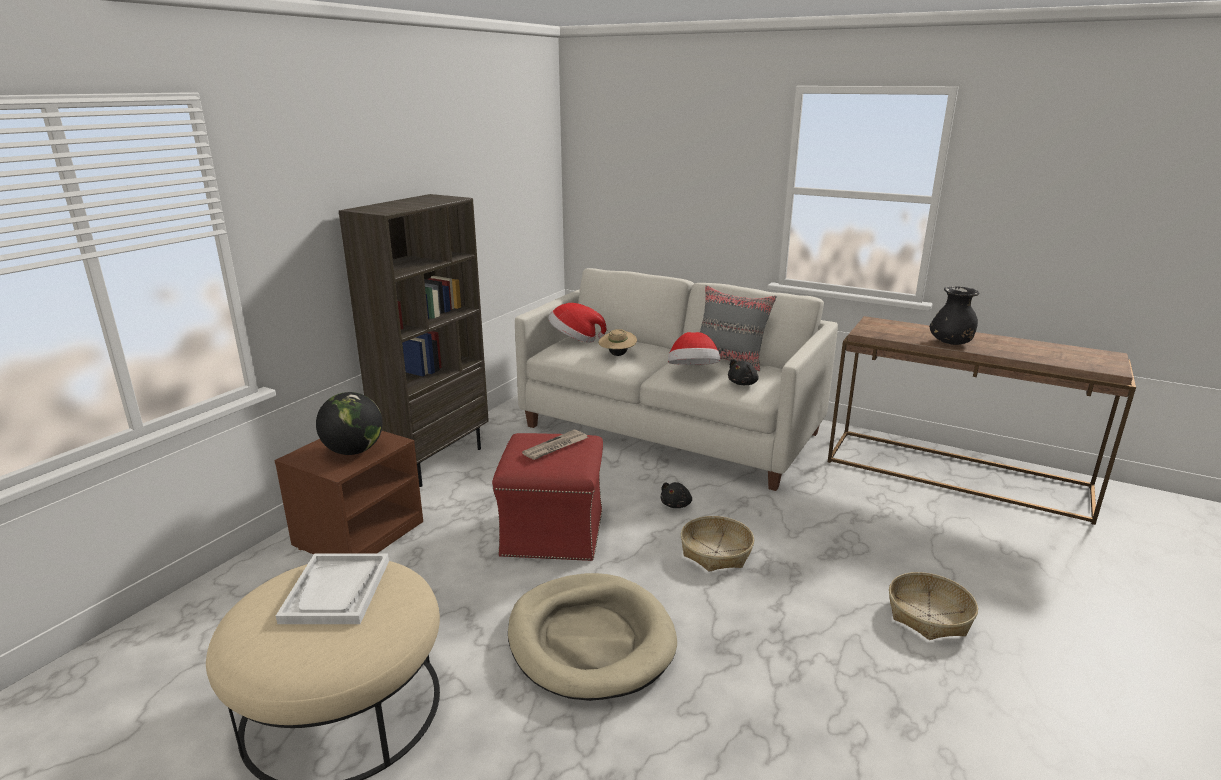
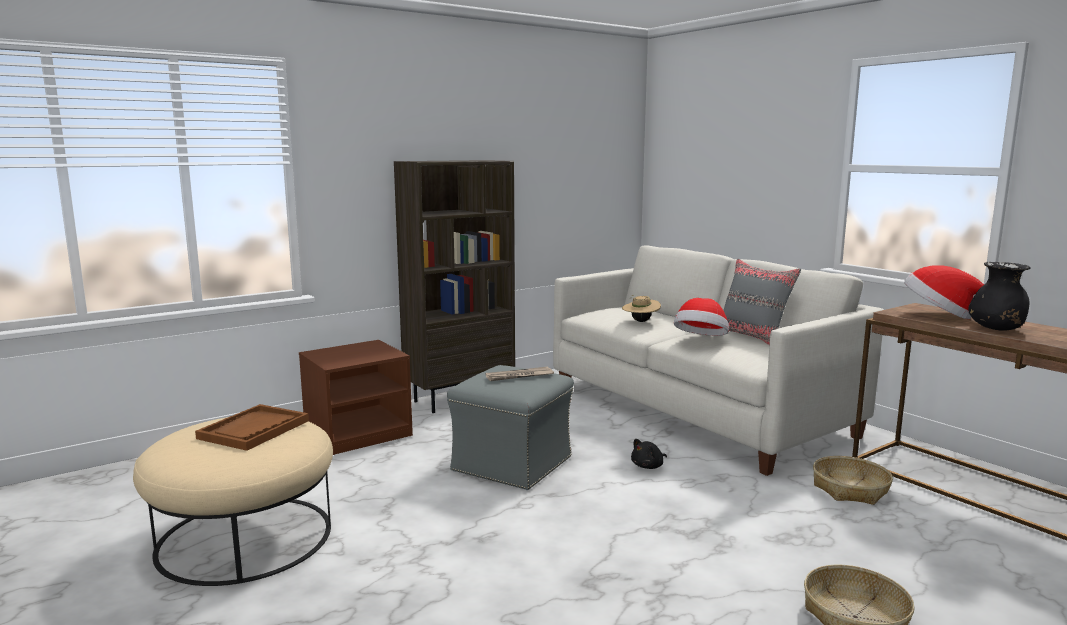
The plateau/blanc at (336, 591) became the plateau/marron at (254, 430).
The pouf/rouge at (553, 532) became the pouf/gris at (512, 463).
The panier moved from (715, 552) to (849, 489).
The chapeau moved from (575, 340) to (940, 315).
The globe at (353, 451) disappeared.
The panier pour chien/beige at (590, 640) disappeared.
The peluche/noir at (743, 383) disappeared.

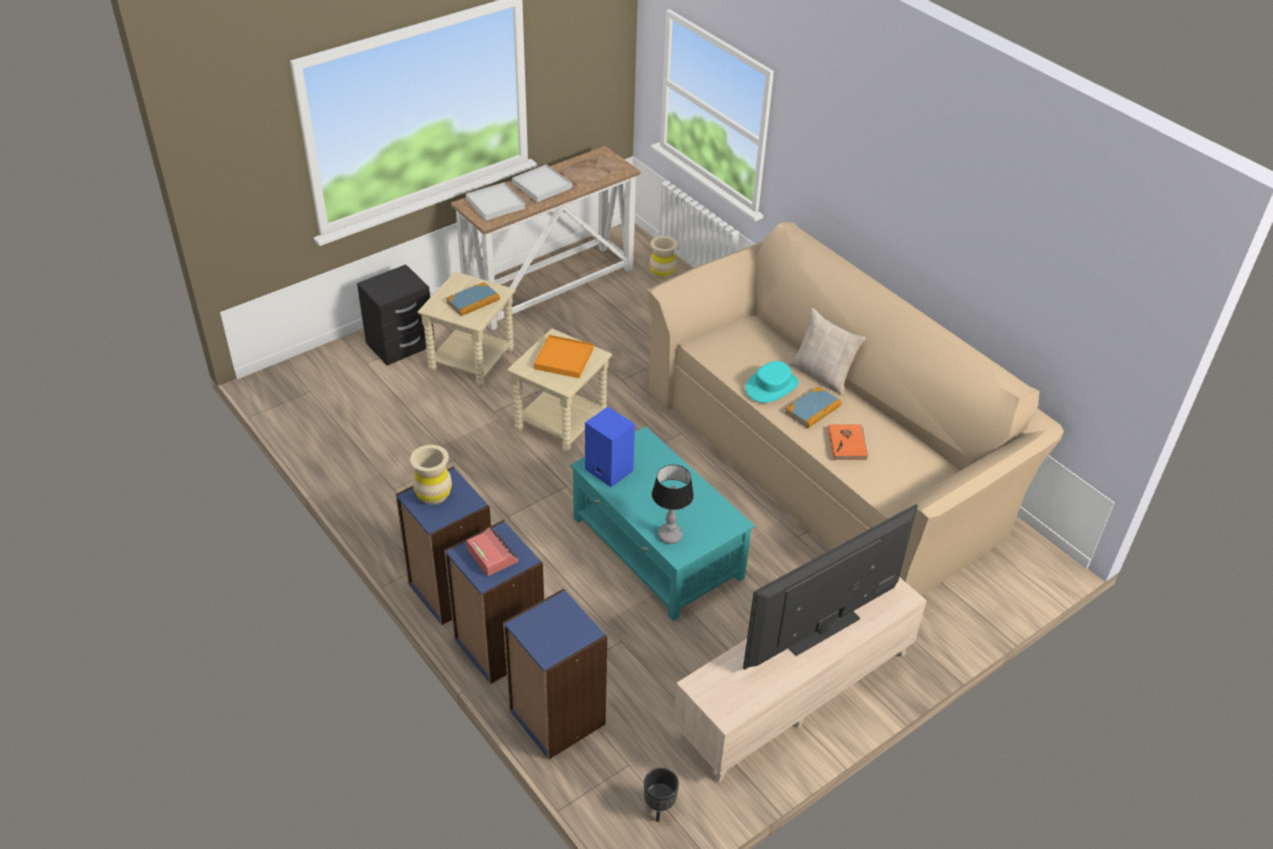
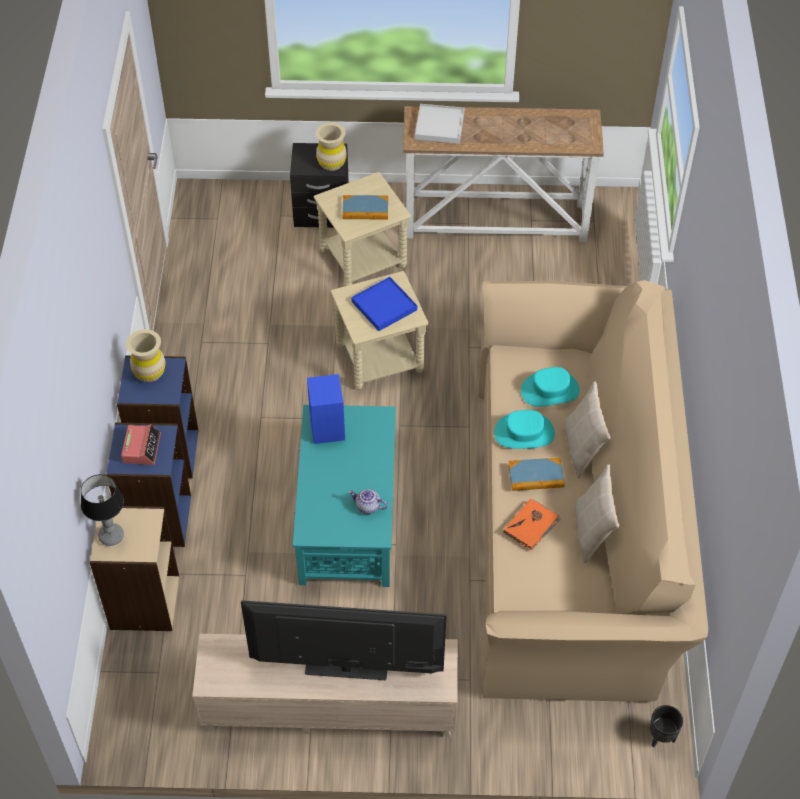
The lampe de table moved from (669, 536) to (110, 536).
The bibliothèque/bleu at (556, 717) became the bibliothèque/beige at (144, 602).
The vase/beige moved from (662, 274) to (331, 163).
The théière at (367, 507) appeared.
The plateau/orange at (564, 359) became the plateau/bleu at (384, 306).
The chapeau/turquoise at (550, 390) appeared.
The coussin/beige at (592, 532) appeared.
The cache-pot/noir moved from (659, 808) to (661, 738).
The plateau/blanc at (542, 185) disappeared.

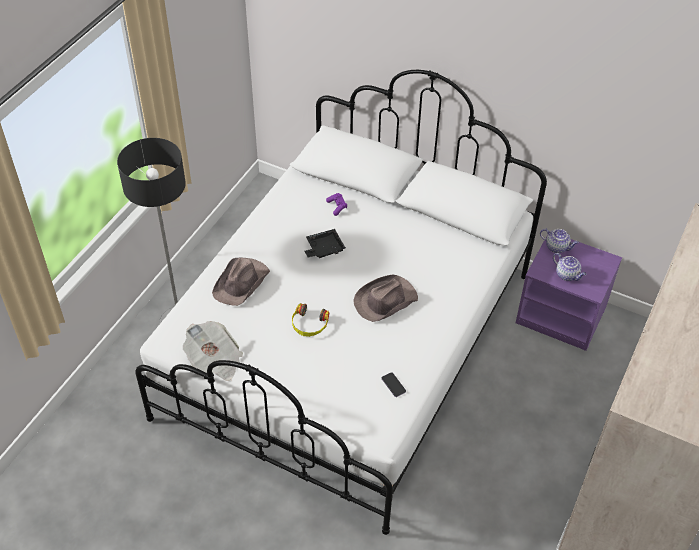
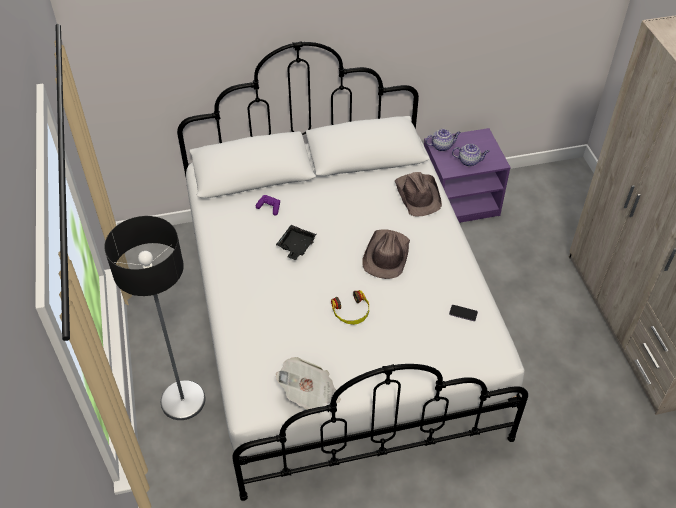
The chapeau/marron moved from (242, 282) to (418, 195).

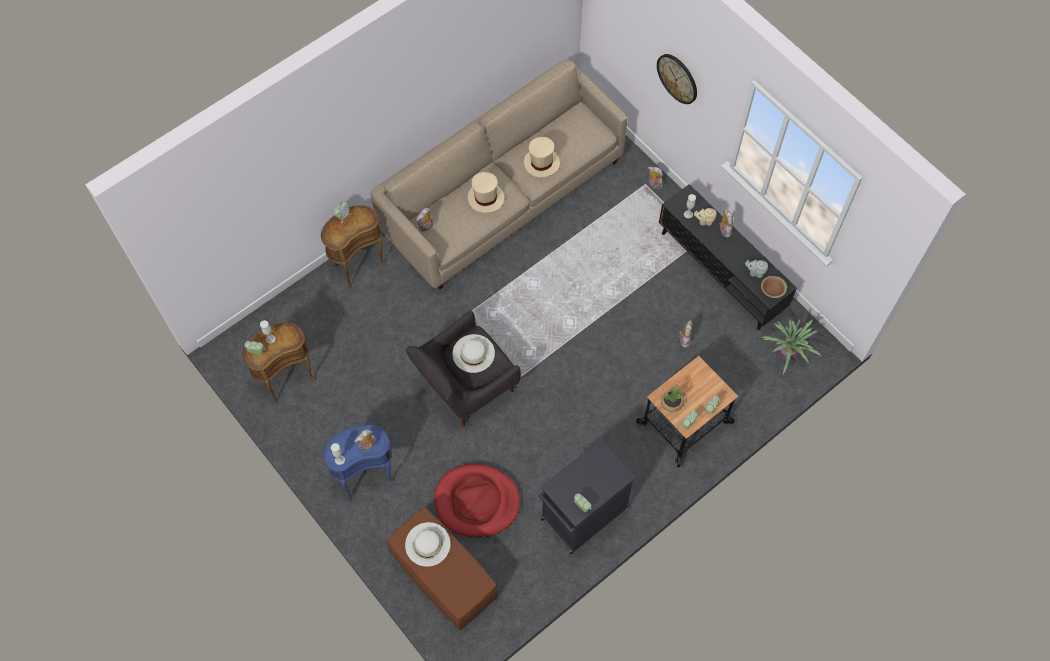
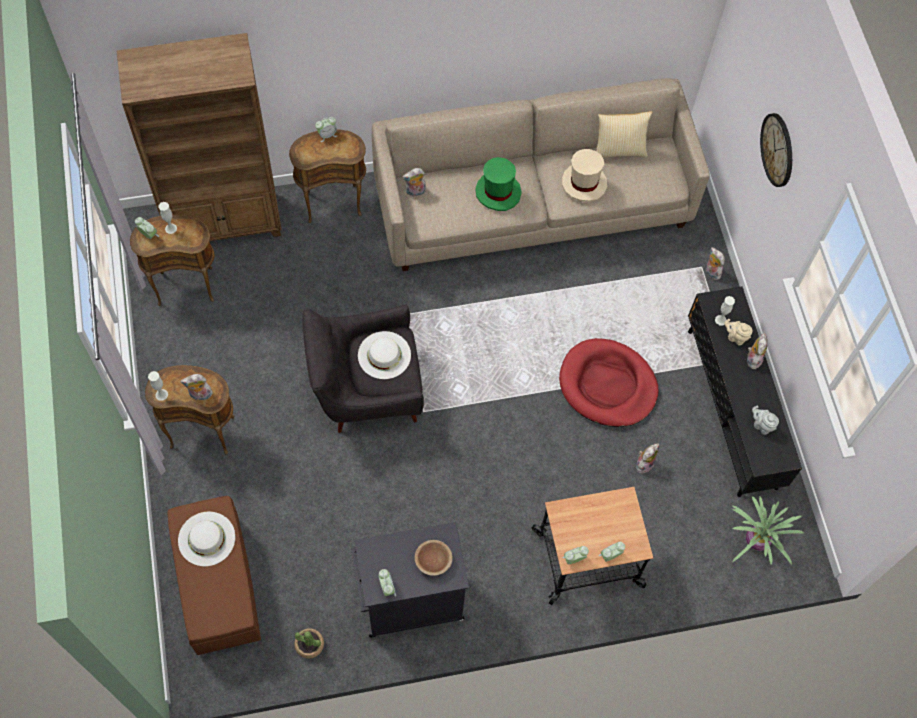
The bibliothèque/marron at (225, 222) appeared.
The table d'appoint/bleu at (365, 475) became the table d'appoint/marron at (203, 430).
The plante en pot moved from (671, 402) to (309, 645).
The bol/marron moved from (772, 290) to (433, 560).
The chapeau/beige at (485, 198) became the chapeau/vert at (498, 192).
The panier pour chien/rouge moved from (477, 502) to (607, 385).
The coussin at (619, 150) appeared.

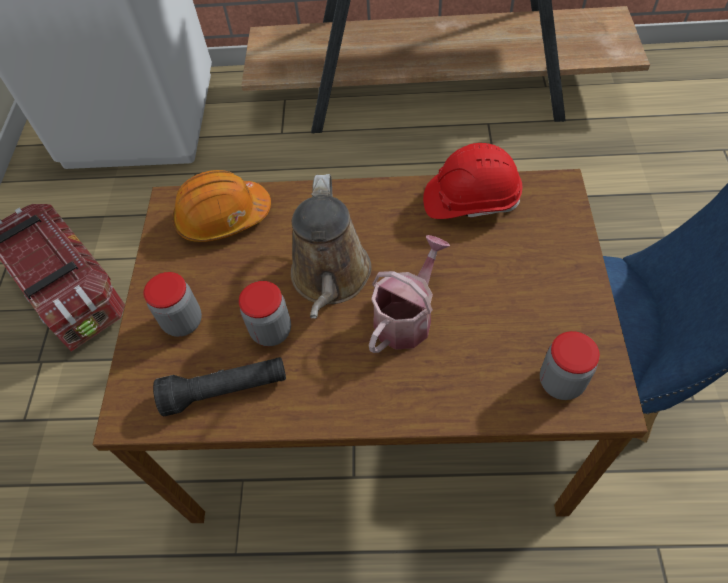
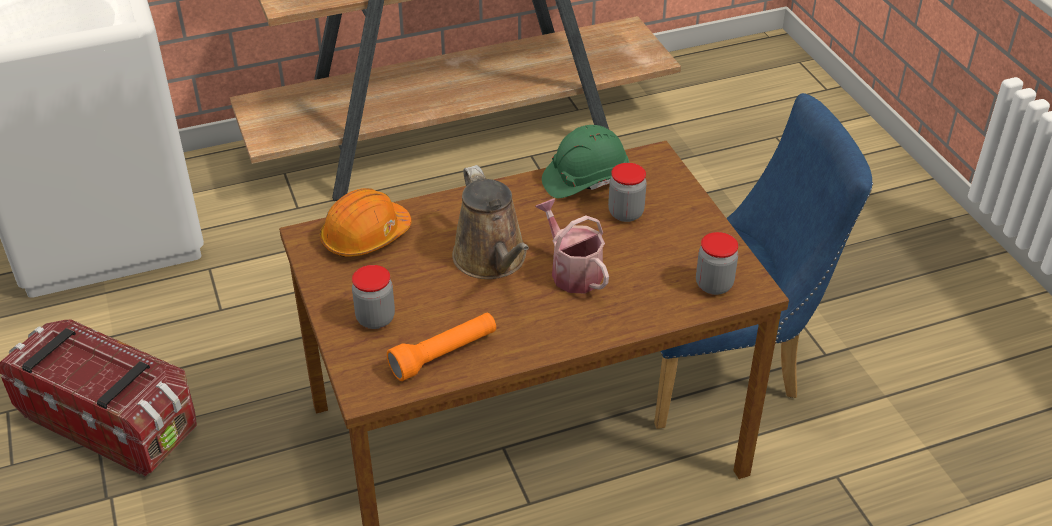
The lampe de poche/noir at (226, 390) became the lampe de poche/orange at (444, 355).
The arrosoir at (407, 317) turned 45 degrees counterclockwise.
The casque de chantier/rouge at (470, 200) became the casque de chantier/vert at (585, 180).
The bocal moved from (271, 331) to (625, 213).

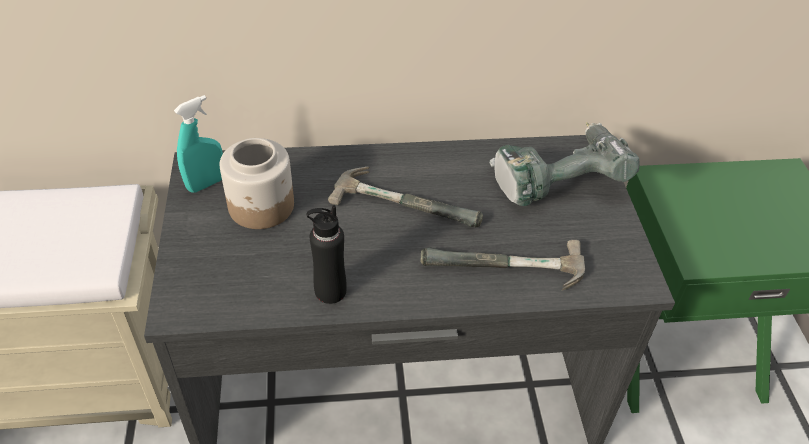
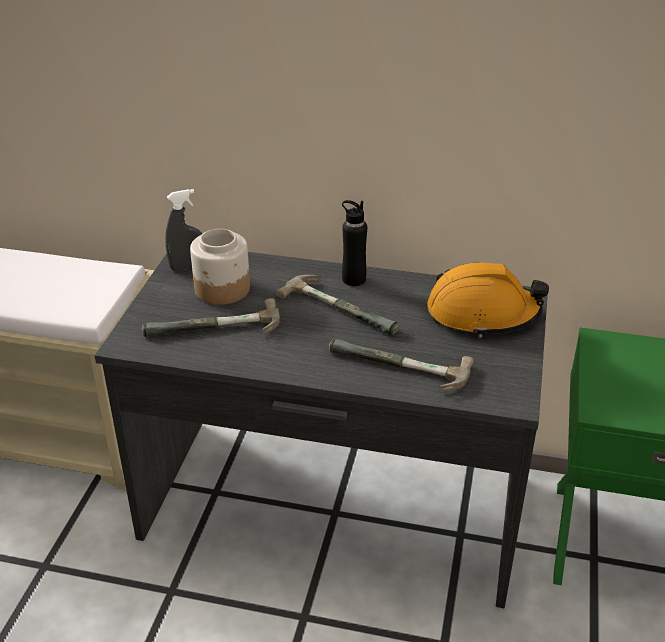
The marteau at (214, 330) appeared.
The vaporisateur/turquoise at (206, 184) became the vaporisateur/gris at (187, 267).
The bouteille/noir moved from (330, 291) to (353, 279).
The perceuse at (556, 179) was replaced by the casque de chantier/orange at (482, 314).

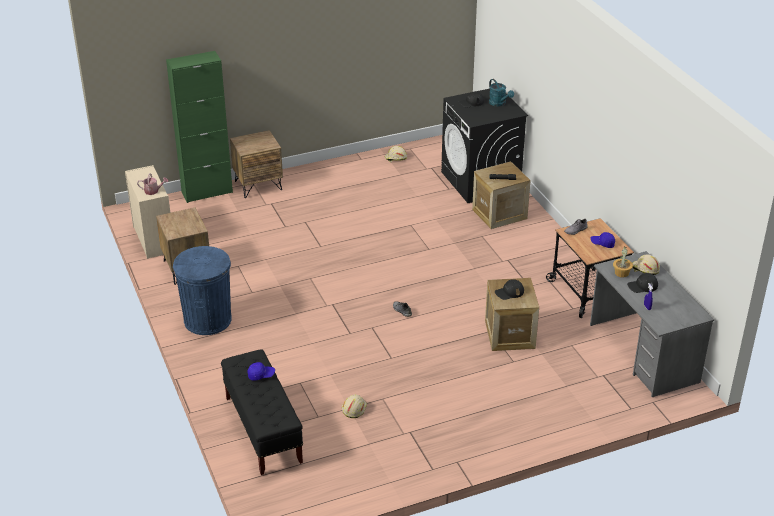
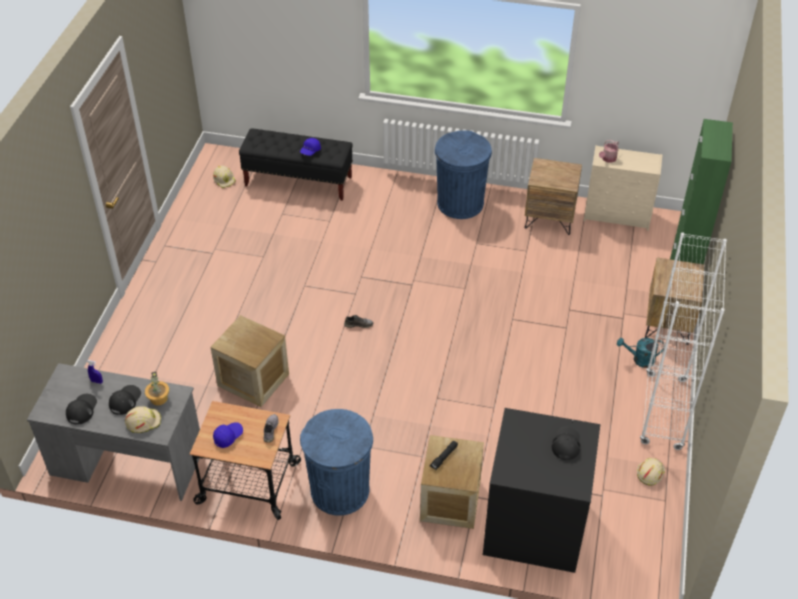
The casquette/noir moved from (509, 292) to (81, 409).
The casque de chantier/beige moved from (354, 408) to (225, 180).
The poubelle/bleu at (340, 490) appeared.
The arrosoir/turquoise moved from (499, 104) to (639, 359).
The bibliothèque/blanc at (663, 412) appeared.

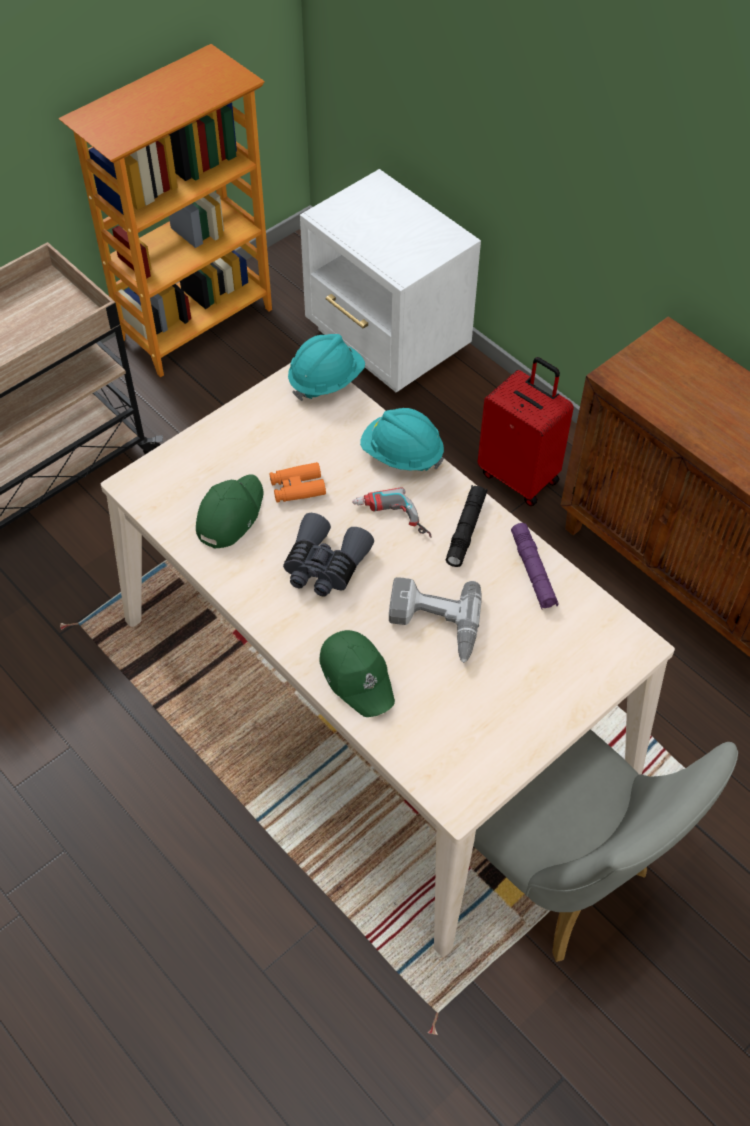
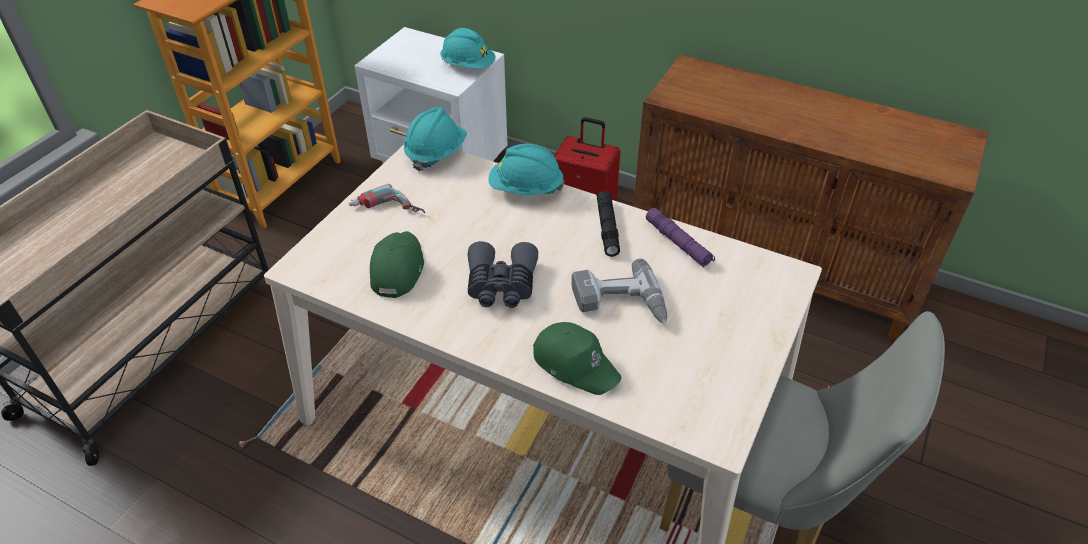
The perceuse moved from (390, 521) to (386, 211).
The casque de chantier/turquoise at (468, 66) appeared.
The jumelles/orange at (297, 487) disappeared.

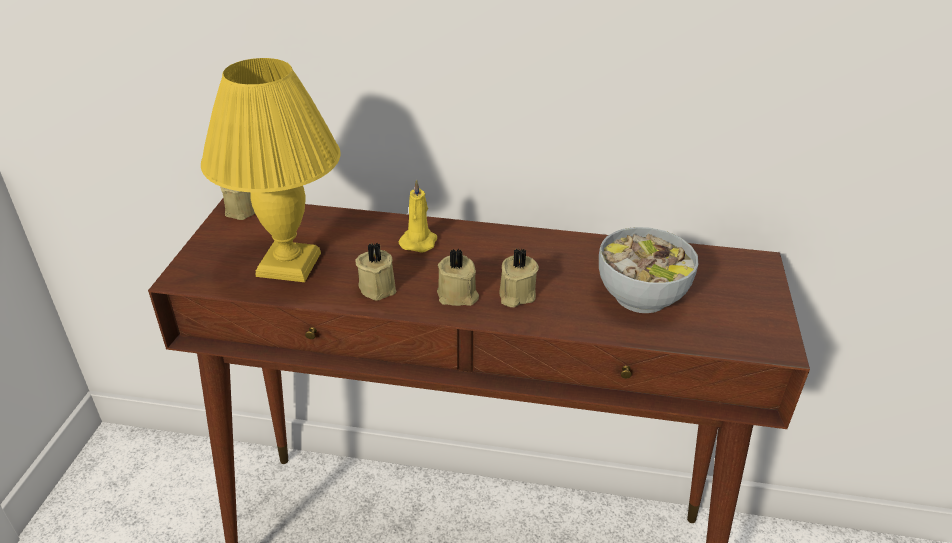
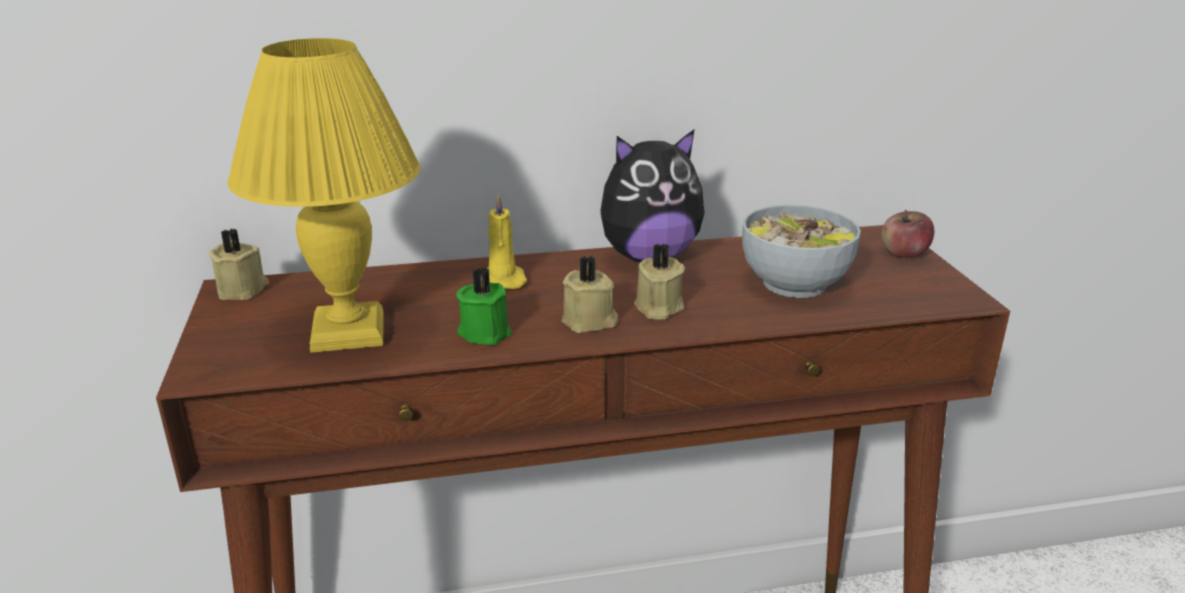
The bougie/beige at (378, 287) became the bougie/vert at (485, 332).
The peluche at (648, 256) appeared.
The pomme at (903, 254) appeared.

